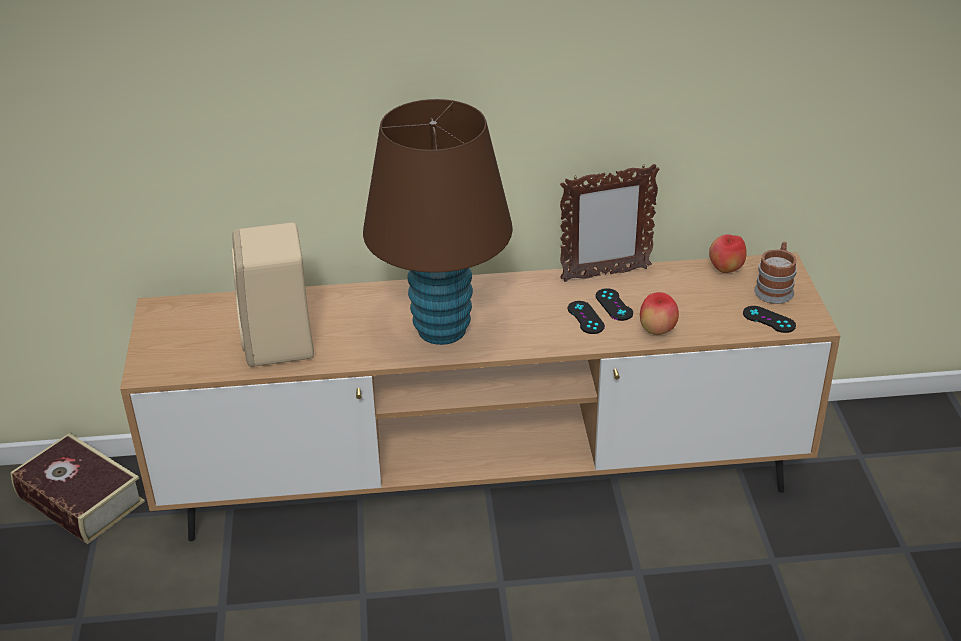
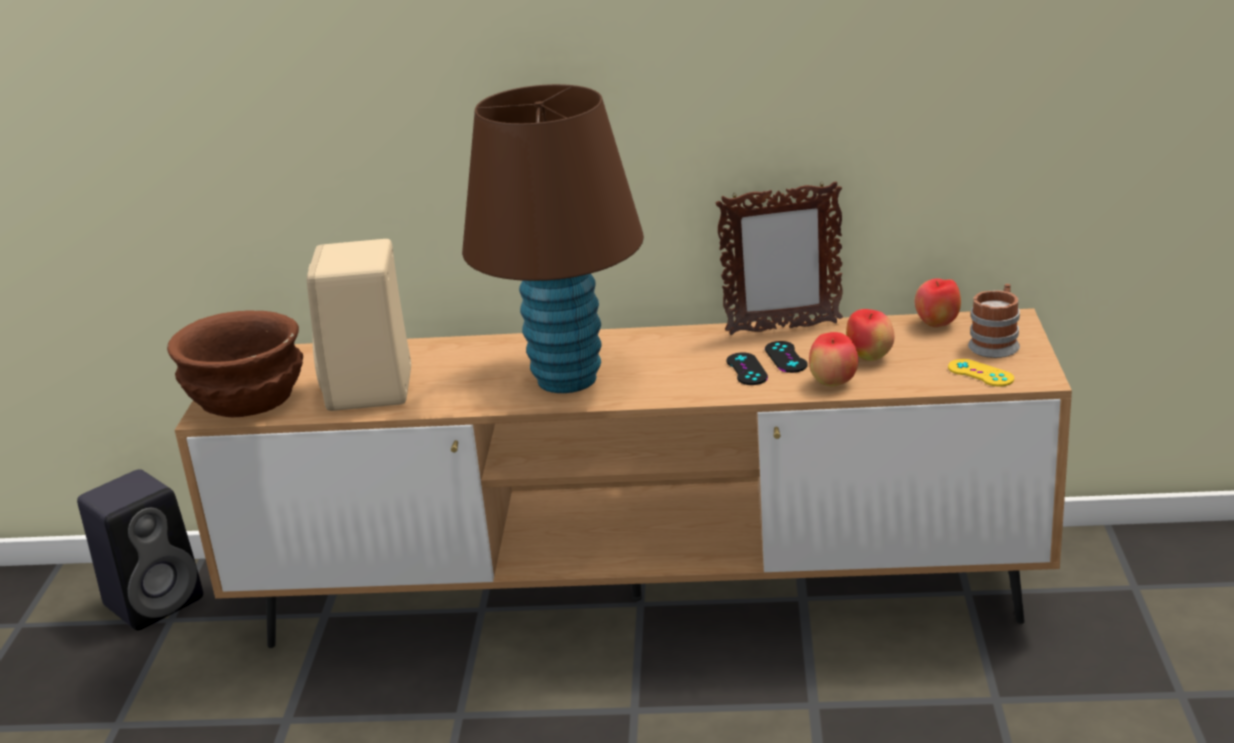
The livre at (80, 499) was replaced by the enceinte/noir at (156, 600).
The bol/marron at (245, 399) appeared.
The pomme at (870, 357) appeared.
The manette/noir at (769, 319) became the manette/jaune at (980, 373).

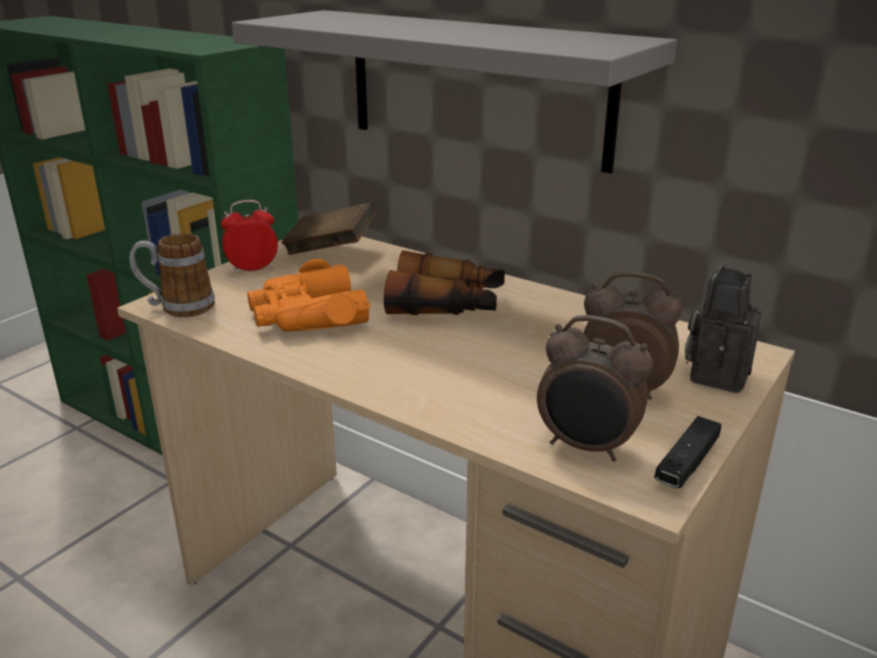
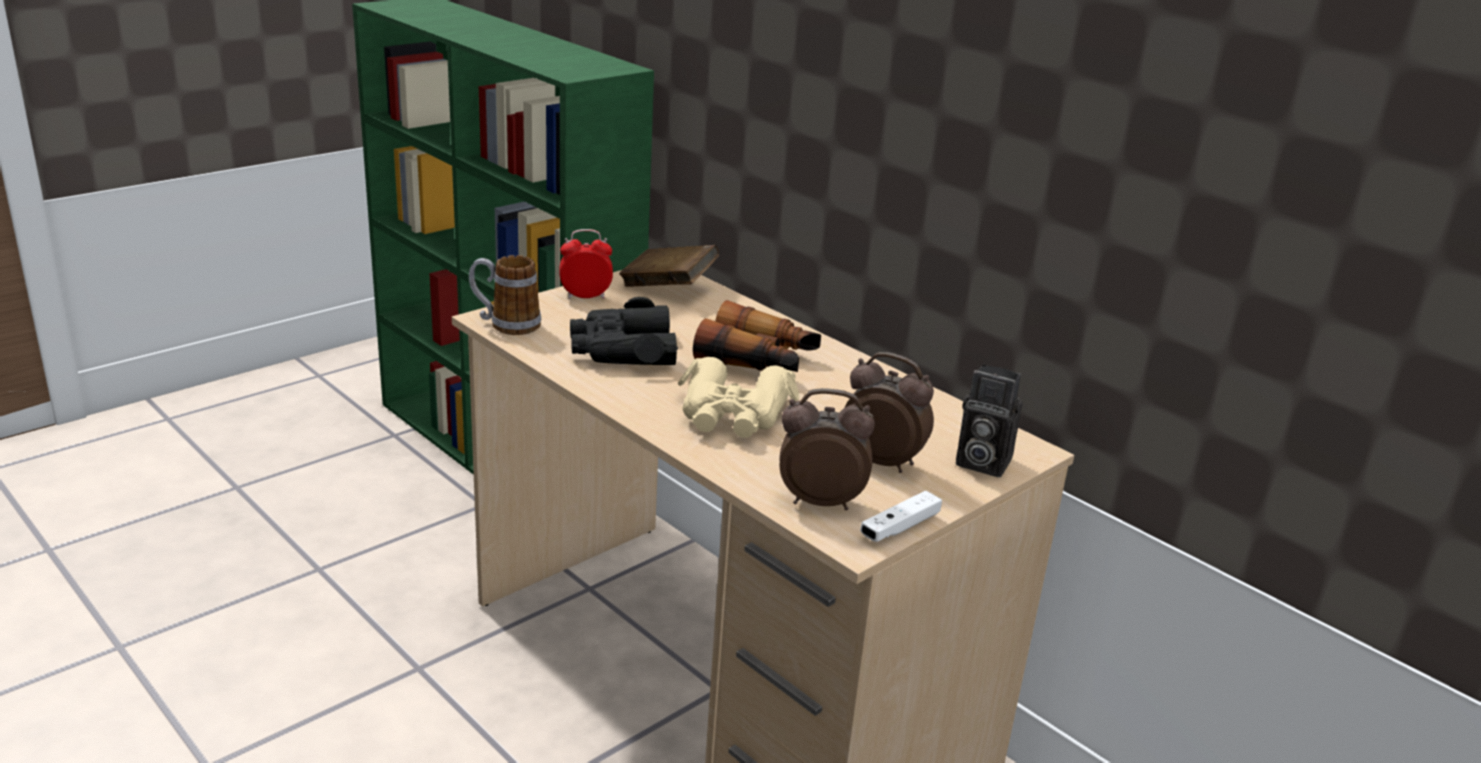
The jumelles/orange at (307, 315) became the jumelles/noir at (622, 350).
The jumelles/beige at (733, 414) appeared.
The réveil at (586, 447) turned 150 degrees clockwise.
The manette/noir at (687, 463) became the manette/blanc at (900, 527).
The appareil photo at (716, 374) turned 105 degrees counterclockwise.
The étagère/gris at (476, 87) disappeared.

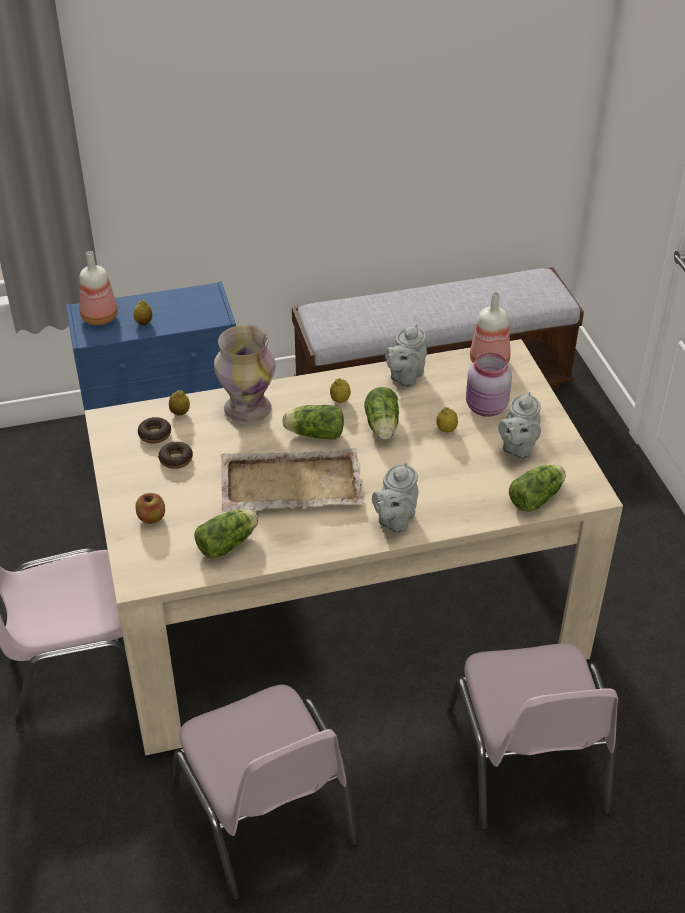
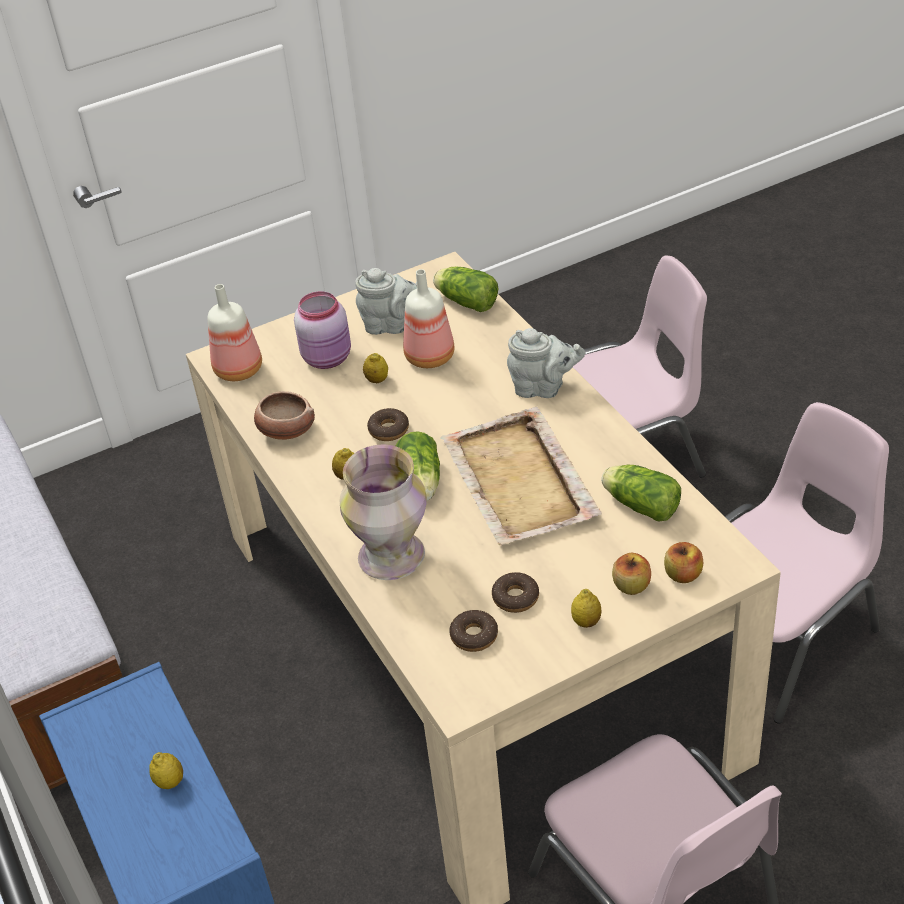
The théière/gris at (405, 377) was replaced by the bol at (285, 431).
The laitue at (382, 427) was replaced by the beignet at (388, 430).
The bouteille moved from (98, 318) to (430, 358).
The citron moved from (180, 413) to (586, 621).
The pomme at (683, 575) appeared.

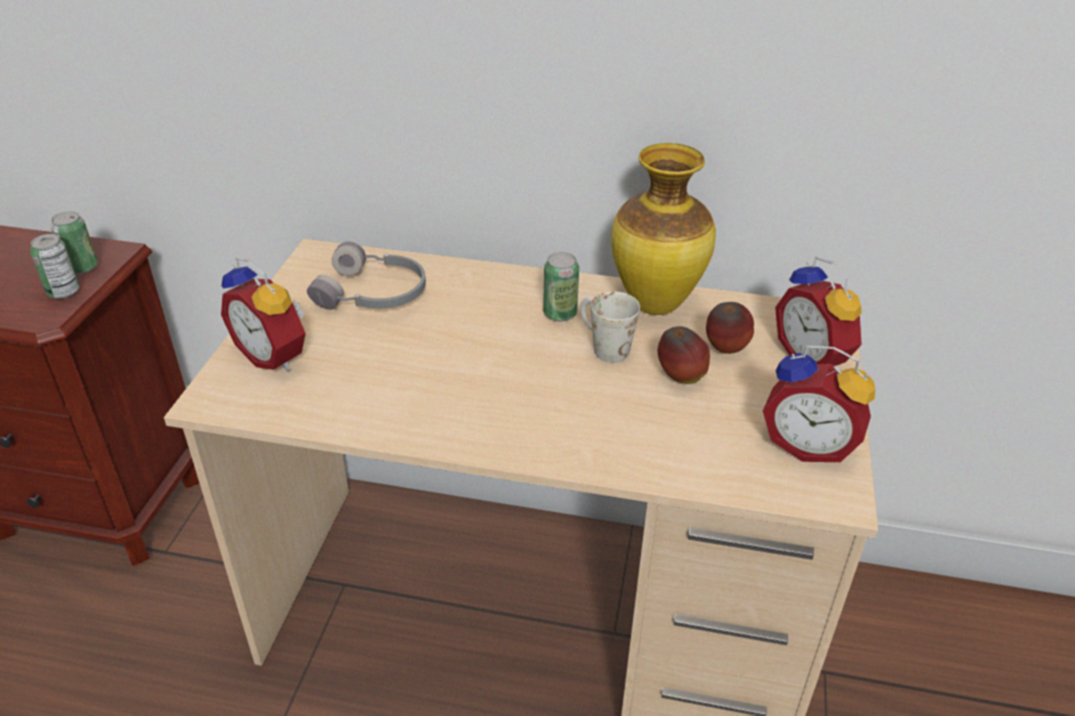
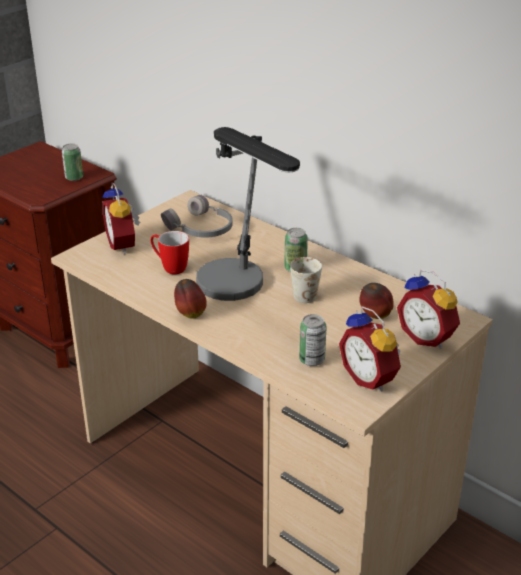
The mug at (170, 267) appeared.
The pomme moved from (680, 378) to (190, 314).
The lampe de table at (240, 292) appeared.
The boîte métallique moved from (63, 292) to (311, 360).
The réveil at (814, 358) turned 45 degrees counterclockwise.
The vase at (654, 305) disappeared.

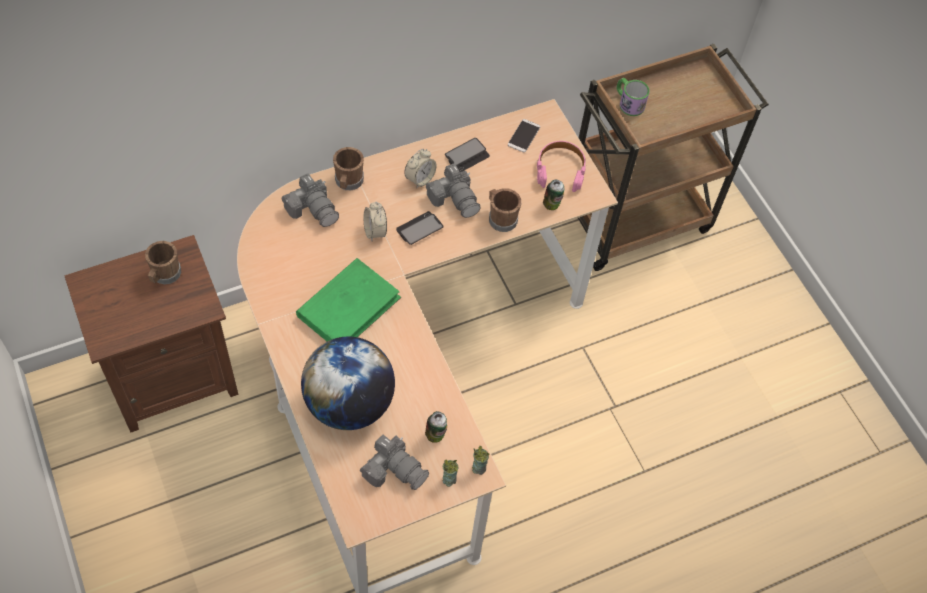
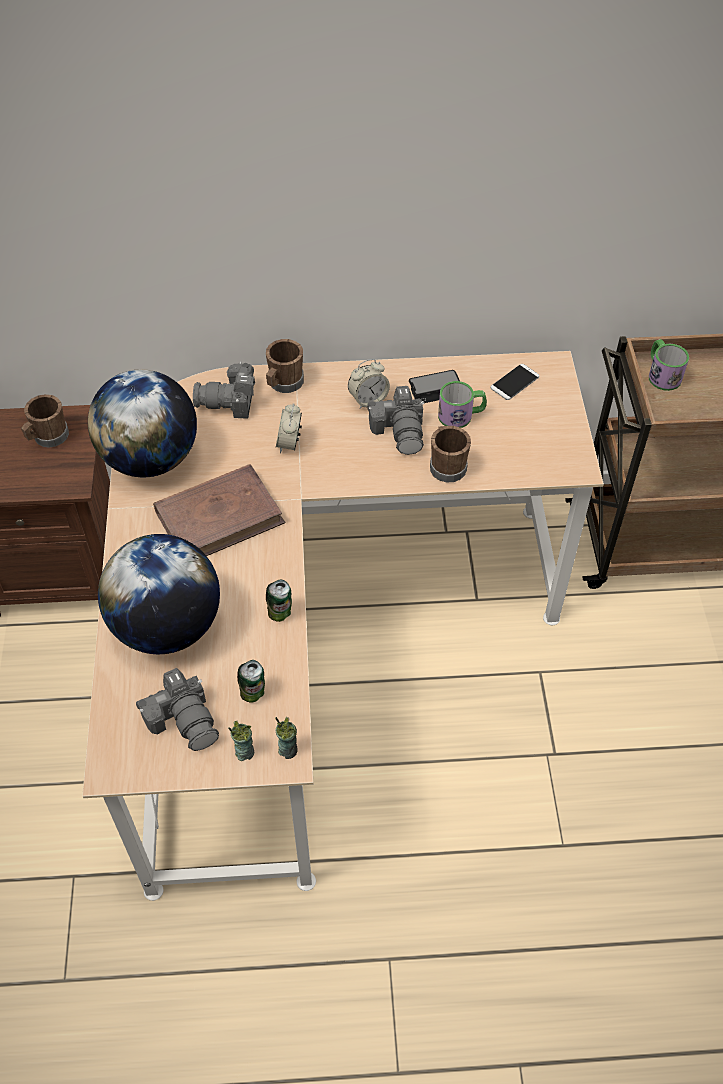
The globe at (150, 459) appeared.
The livre/vert at (349, 307) became the livre/marron at (220, 517).
The appareil photo at (313, 209) turned 105 degrees clockwise.
The boîte métallique moved from (552, 204) to (280, 613).
The mug at (461, 415) appeared.
The téléphone at (419, 229) disappeared.
The casque audio/rose at (560, 170) disappeared.

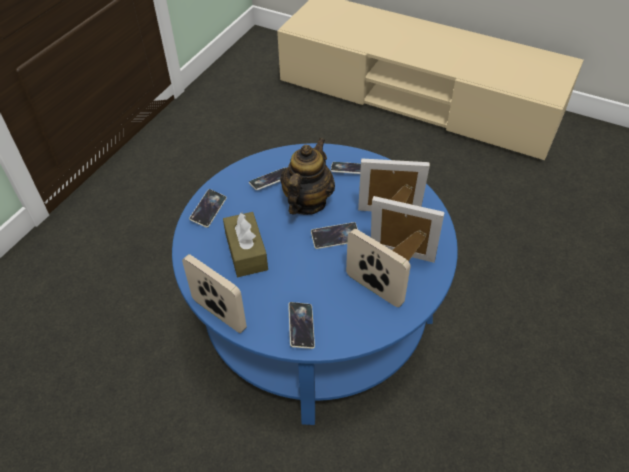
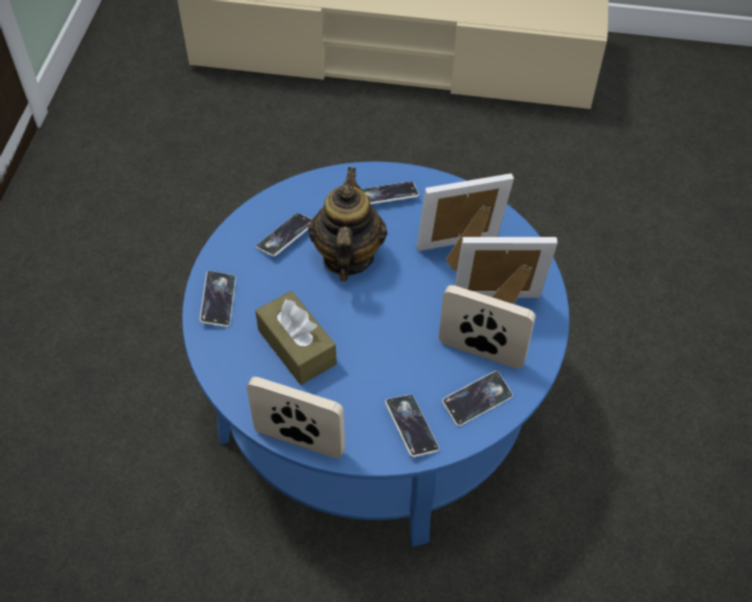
The téléphone moved from (335, 237) to (477, 400).

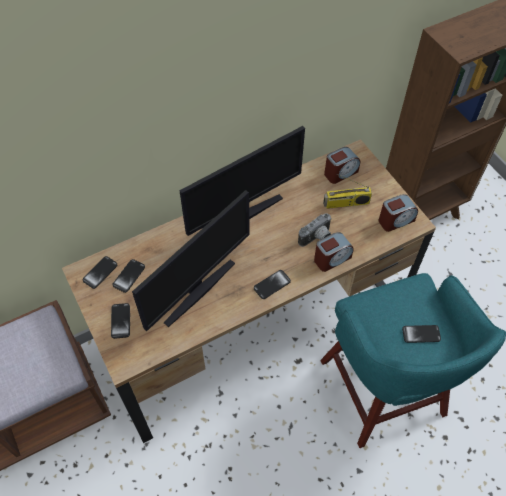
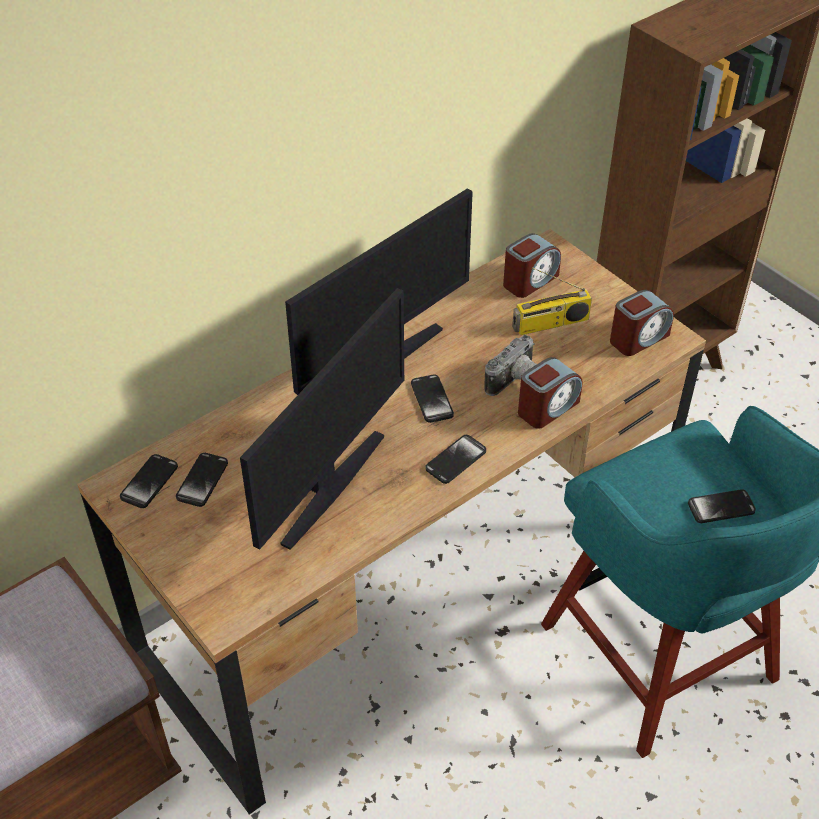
The téléphone moved from (120, 321) to (432, 399).

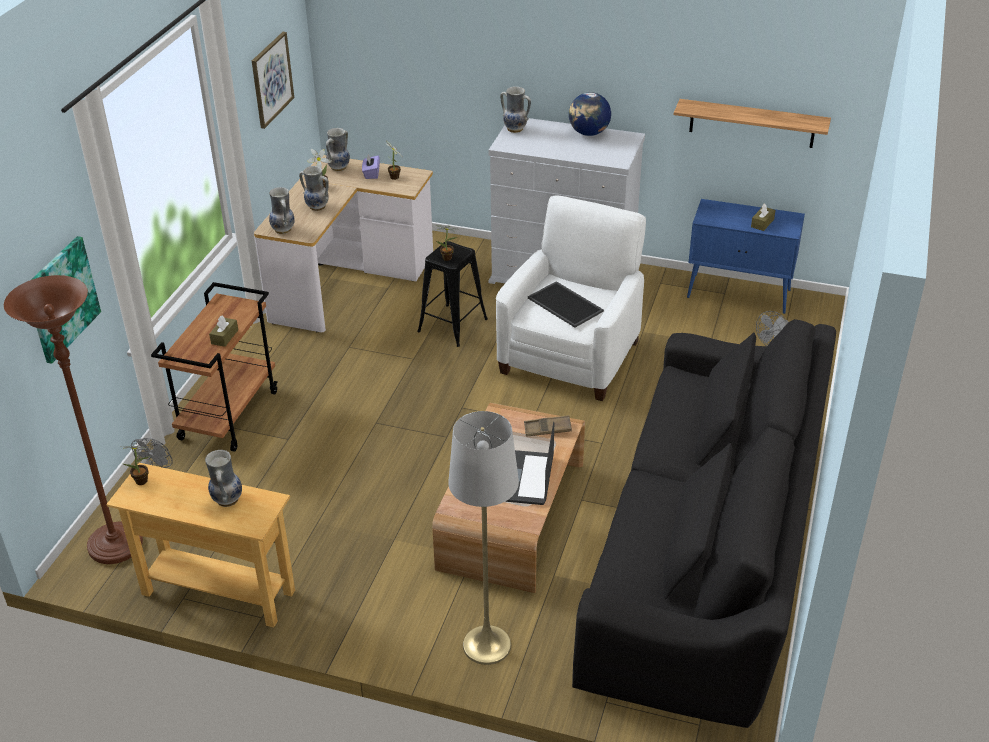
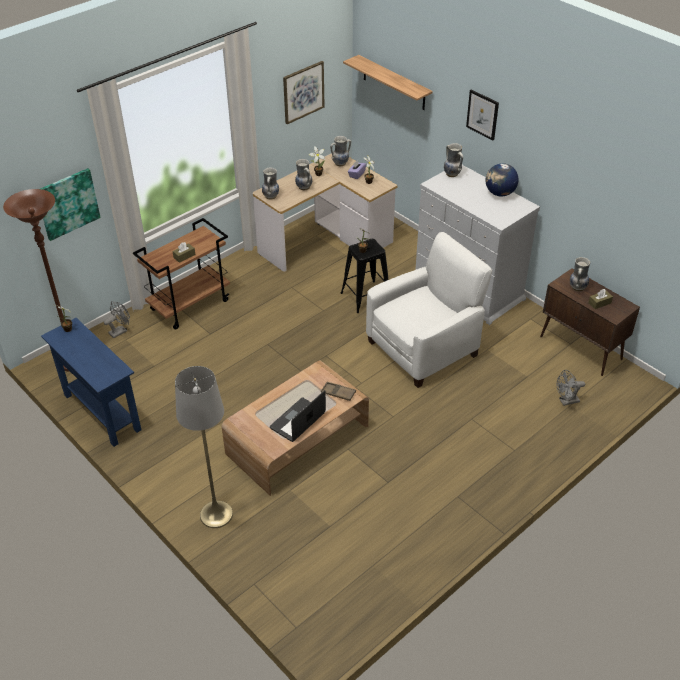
The table console/beige at (218, 592) became the table console/bleu at (102, 412).
The étagère moved from (752, 123) to (394, 83).
The tableau at (482, 114) appeared.
The meuble de rangement/bleu at (739, 294) became the meuble de rangement/marron at (581, 348).
The vase moved from (226, 500) to (577, 287).
The plateau at (566, 304) disappeared.
The canapé/noir at (707, 550) disappeared.

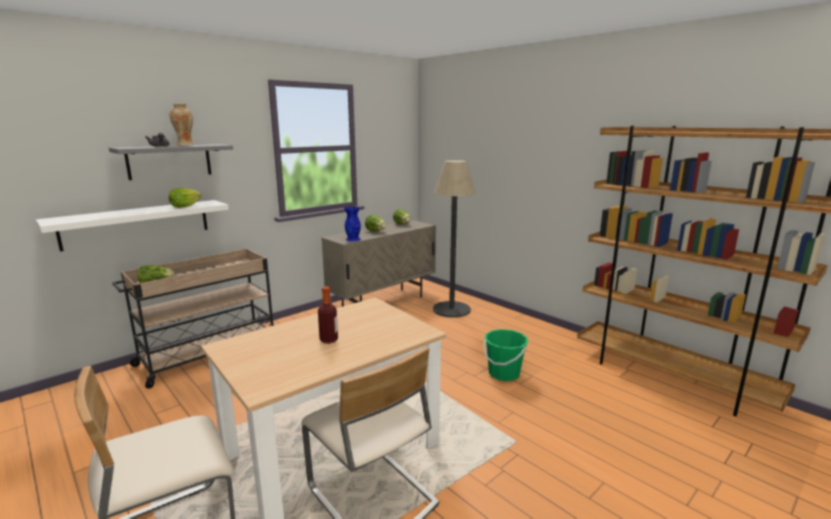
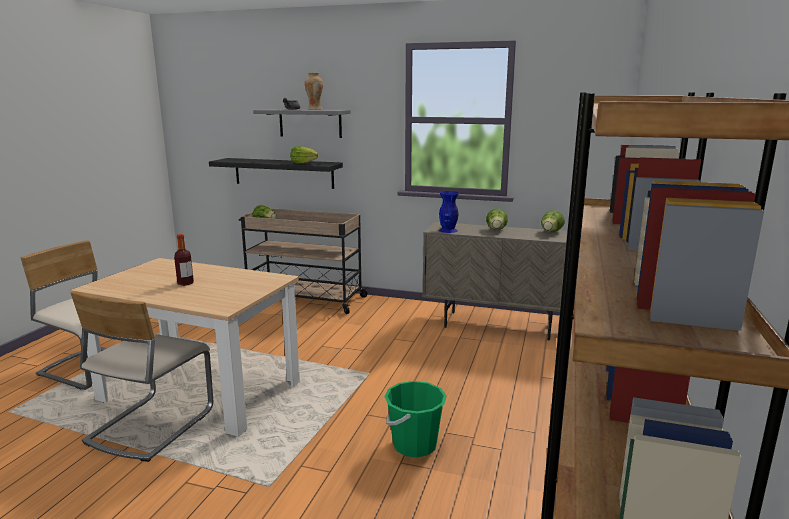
The étagère/blanc at (137, 224) became the étagère/noir at (283, 173).
The lampadaire at (451, 309) disappeared.

